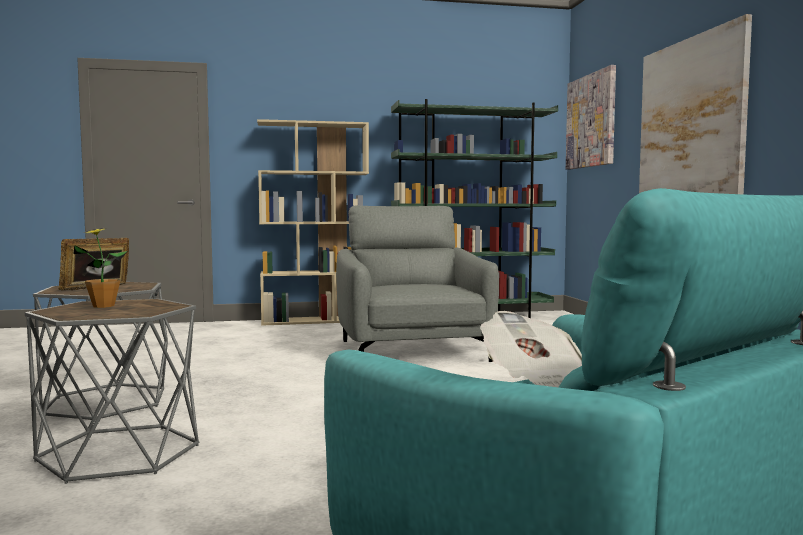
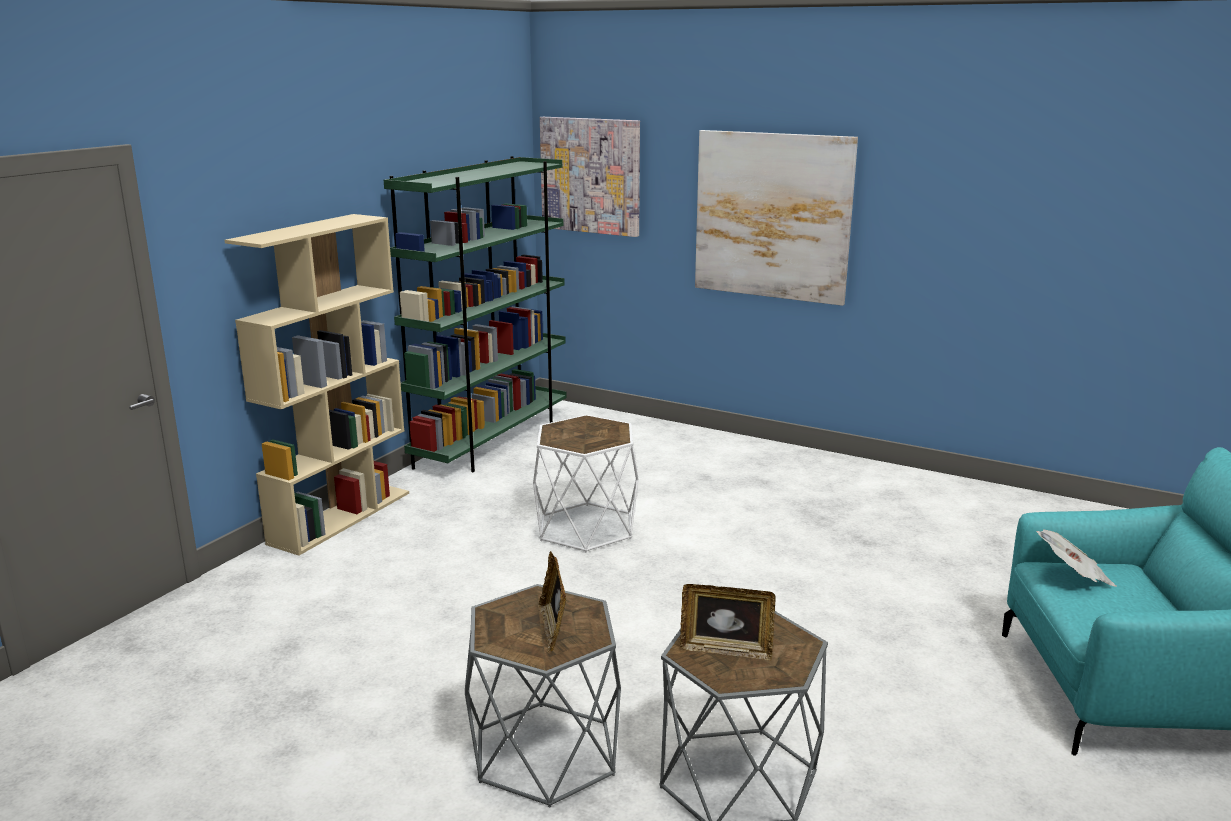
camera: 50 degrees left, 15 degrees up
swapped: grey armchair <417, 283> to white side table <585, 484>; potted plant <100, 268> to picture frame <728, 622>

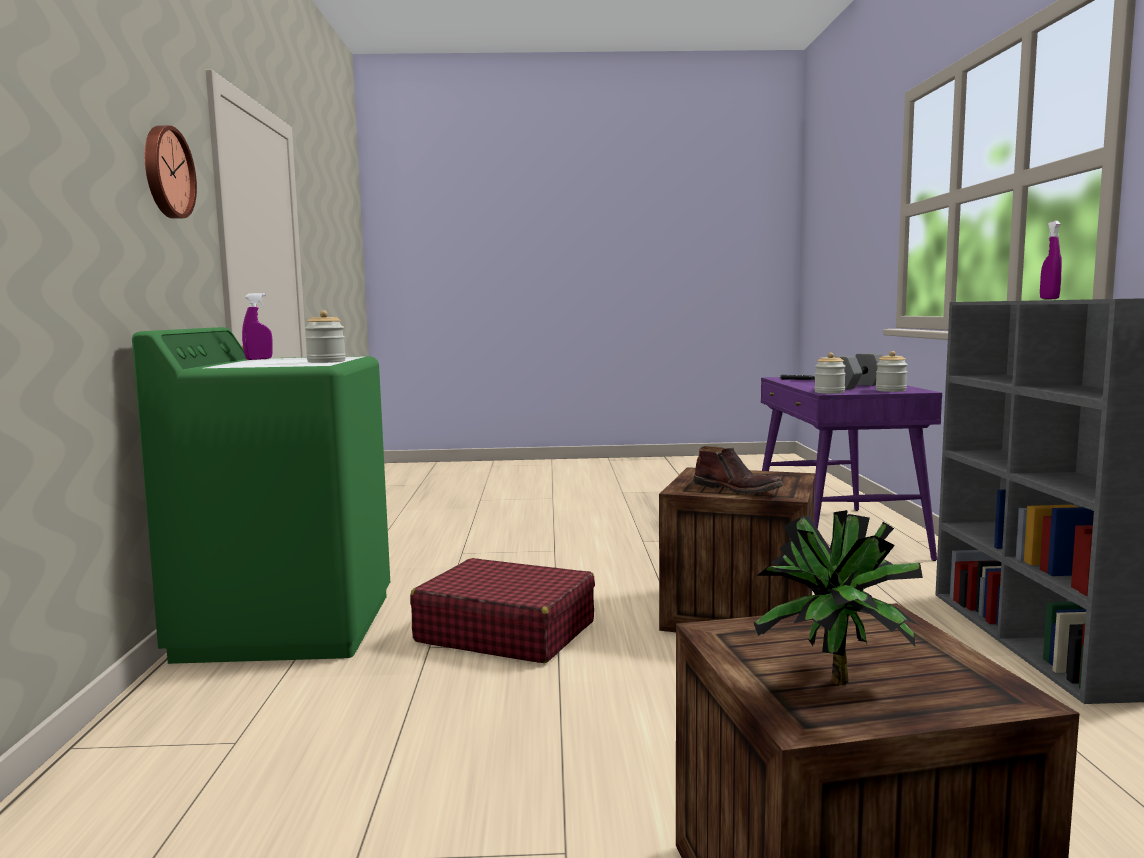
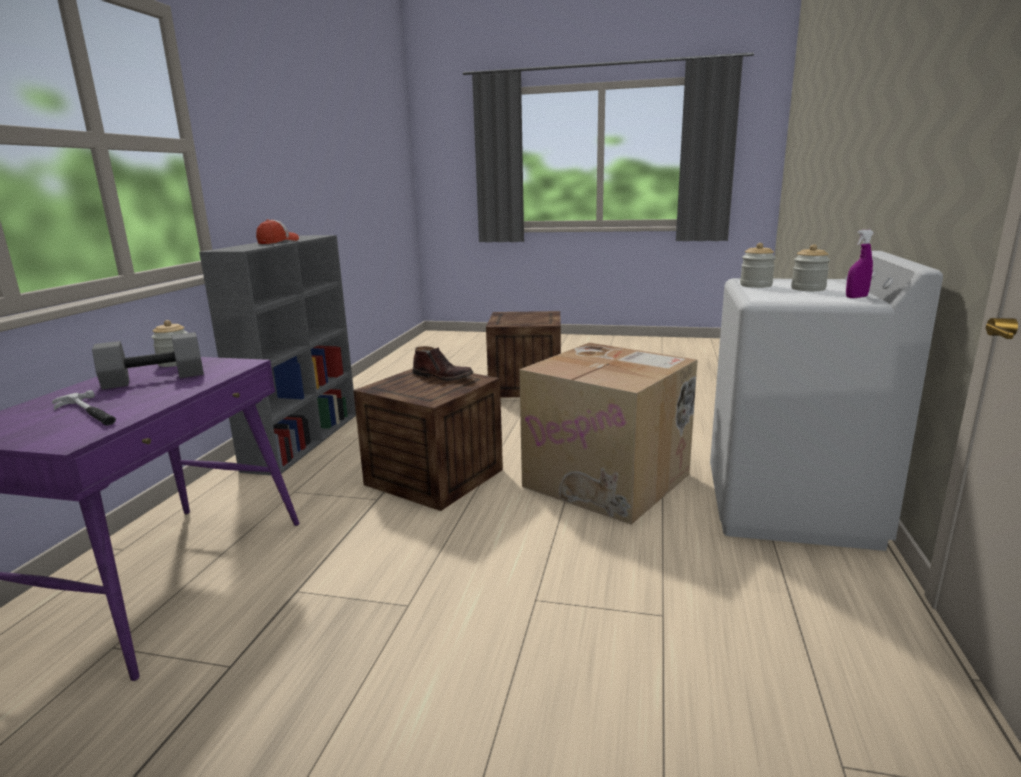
camera: 165 degrees left, 10 degrees up
gone: wall clock <171, 172>; potted plant <839, 597>
shifted: jar <830, 373> to <810, 267>
swapped: purple spray bottle <1051, 260> to cap <277, 231>; red suitcase <502, 610> to cardboard box <608, 434>
repainted: green washing machine <261, 495> to white washing machine <826, 401>
rotated: brown boot <738, 470> = <442, 363> 150 degrees clockwise

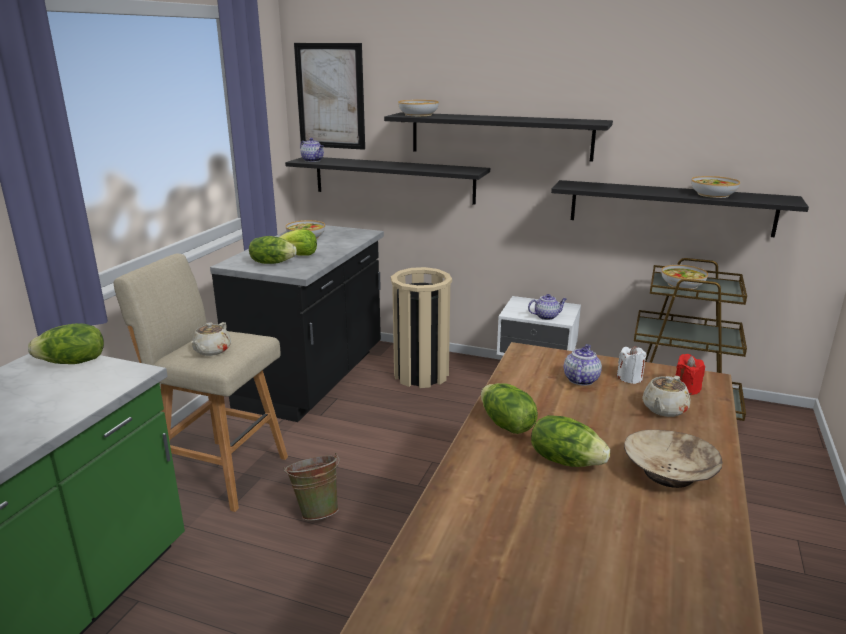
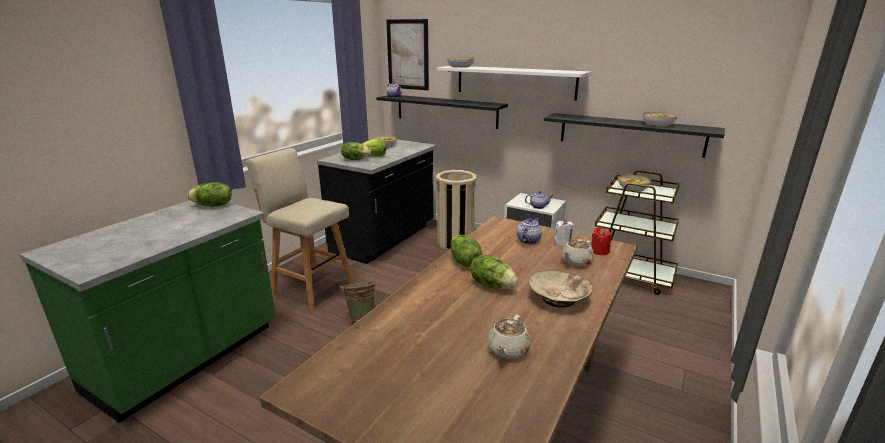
camera: 10 degrees right, 0 degrees up
shifted: beige teapot <211, 339> to <509, 337>
repainted: black shelf <498, 137> to white shelf <514, 83>

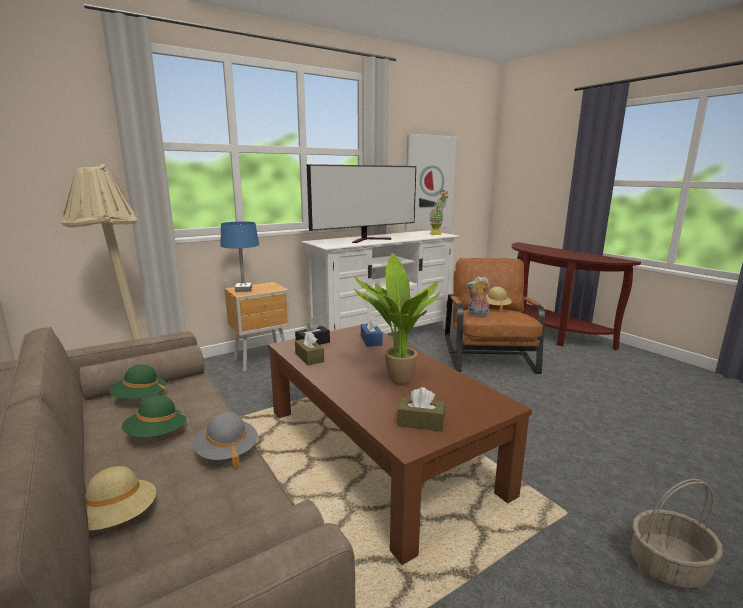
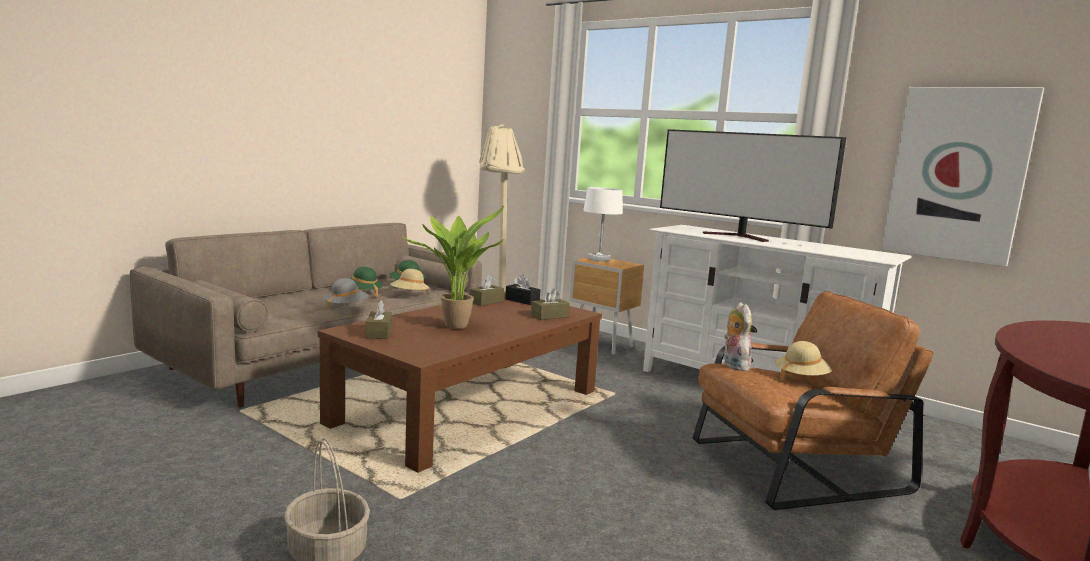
camera: 70 degrees right, 5 degrees down
gone: potted plant <439, 212>
shifted: beige hat <120, 498> to <410, 281>
repainted: blue table lamp <239, 256> to white table lamp <603, 224>; blue tissue box <372, 331> to brown tissue box <550, 304>

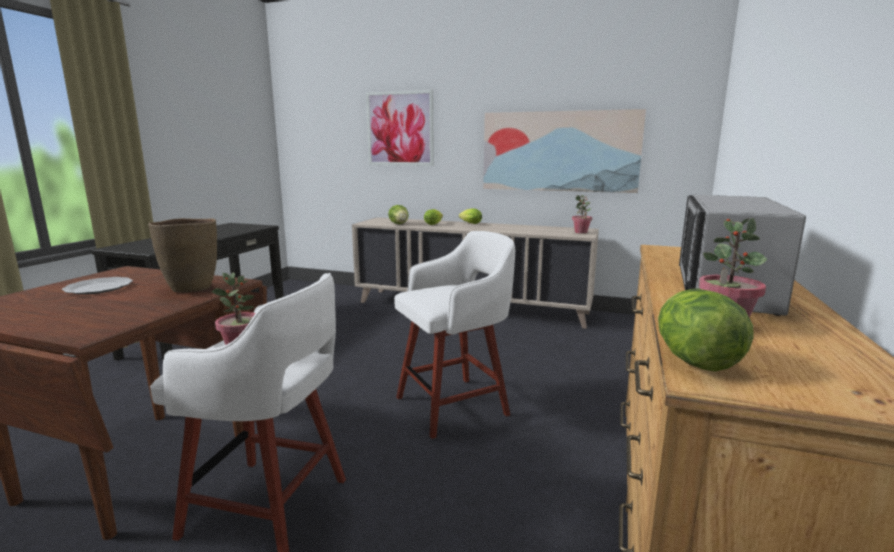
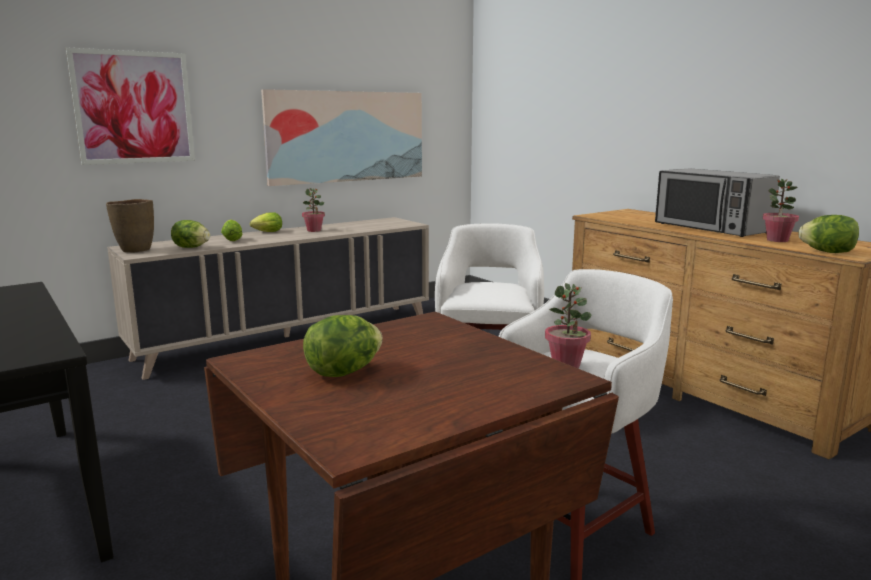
camera: 55 degrees left, 0 degrees up
shifted: potted plant <582, 214> to <313, 210>; brown vase <182, 255> to <130, 226>
swapped: plate <97, 286> to lettuce <343, 346>

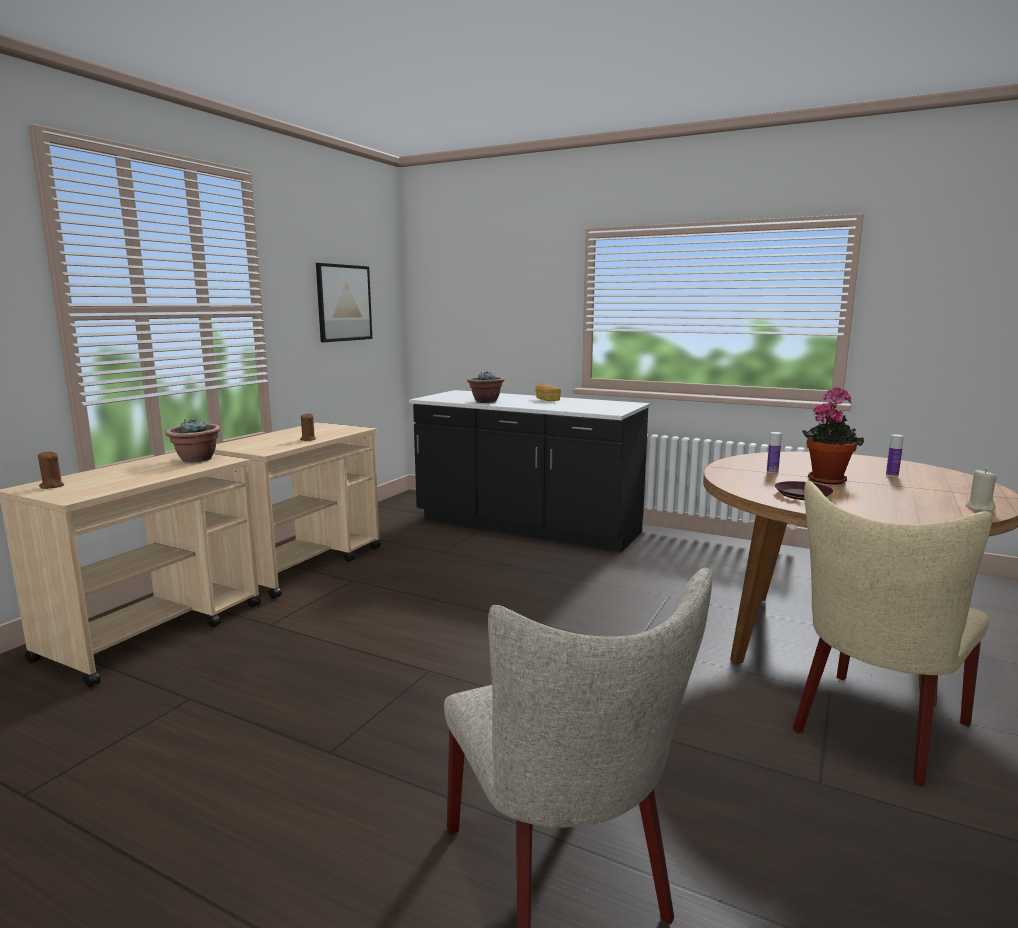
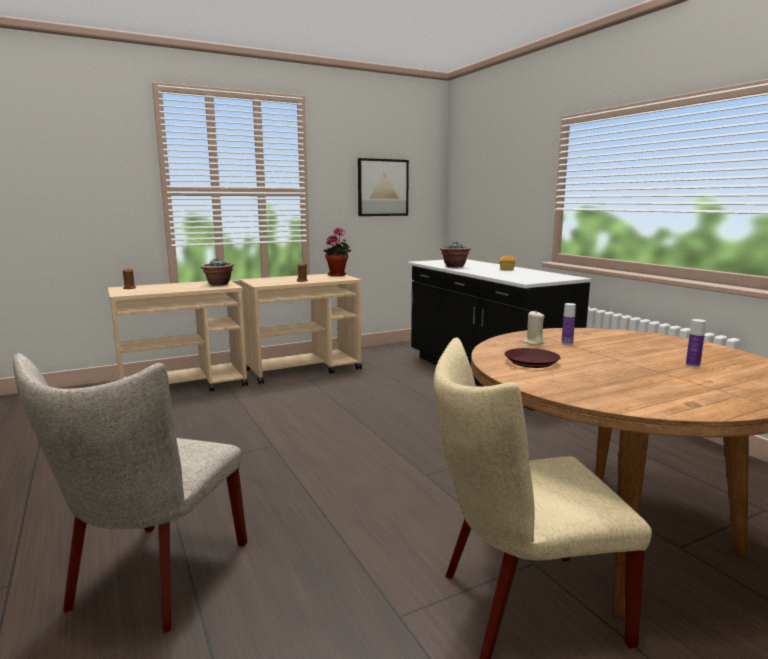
camera: 35 degrees right, 0 degrees up
shifted: potted plant <833, 436> to <337, 252>; beige candle <981, 490> to <534, 328>

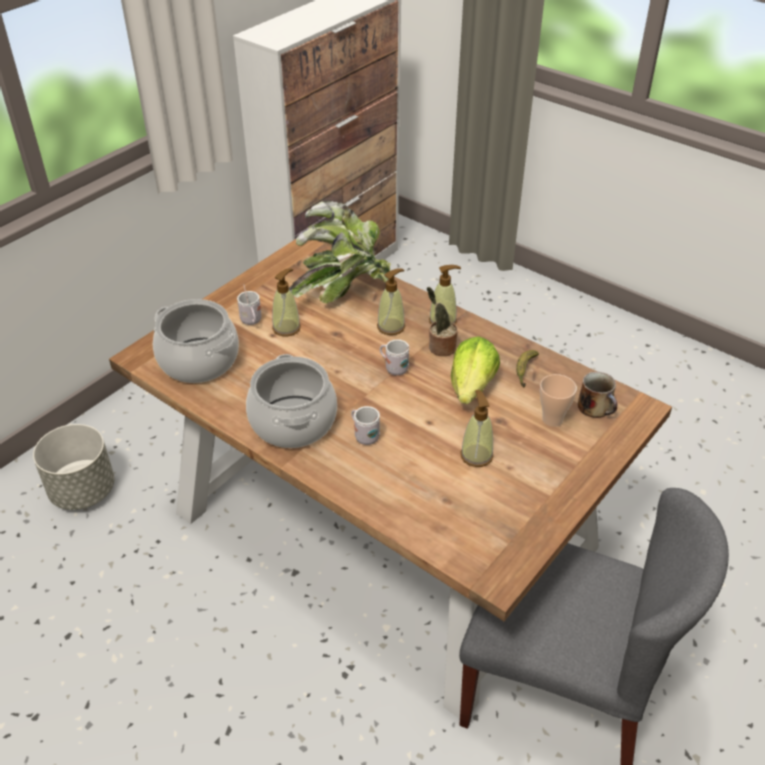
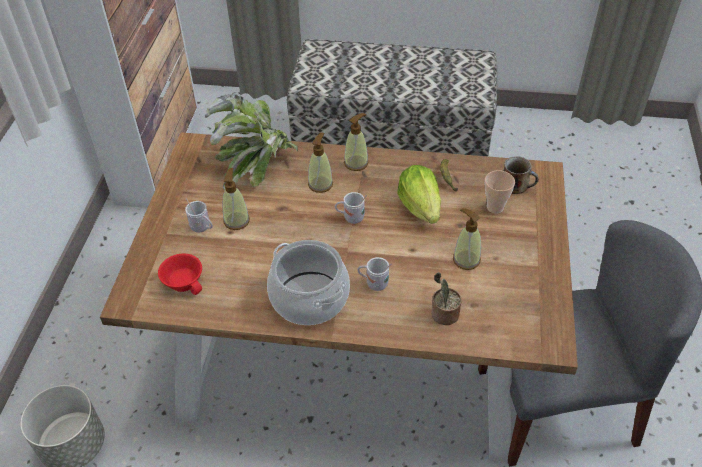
camera: 30 degrees left, 5 degrees up
new: bench <392, 97>
shifted: potted plant <442, 321> to <446, 298>
swapped: cooking pot <196, 341> to red cup <180, 274>

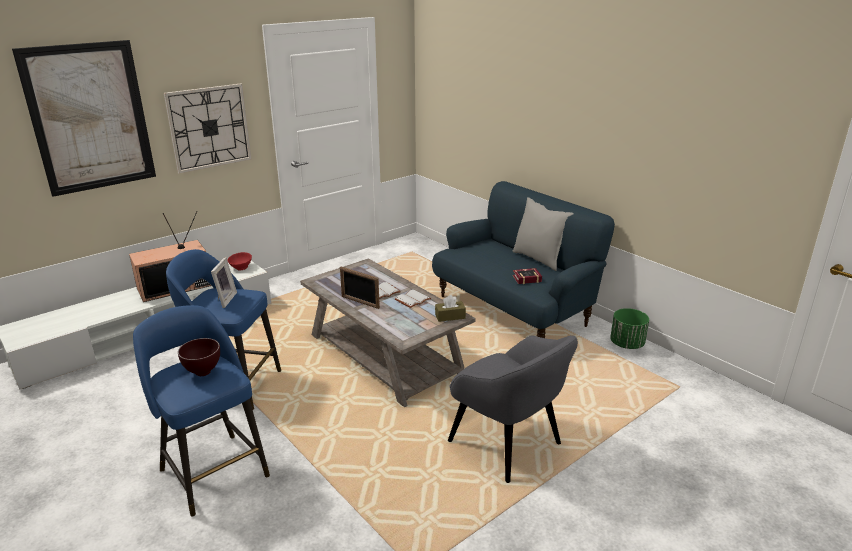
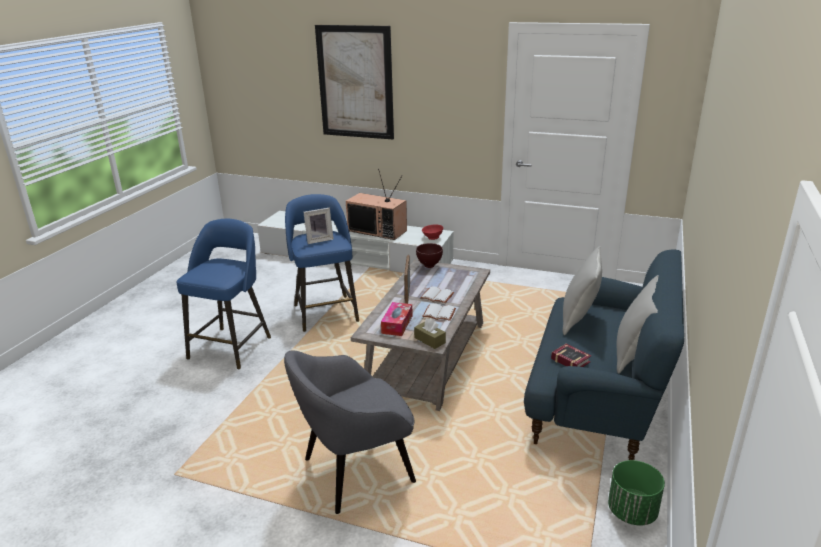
camera: 60 degrees right, 0 degrees up
gone: wall clock <208, 128>
new: grey pillow <582, 290>; tissue box <397, 319>
shifted: brown bowl <199, 357> to <429, 255>
rotated: grey armchair <513, 409> = <350, 432> 45 degrees clockwise

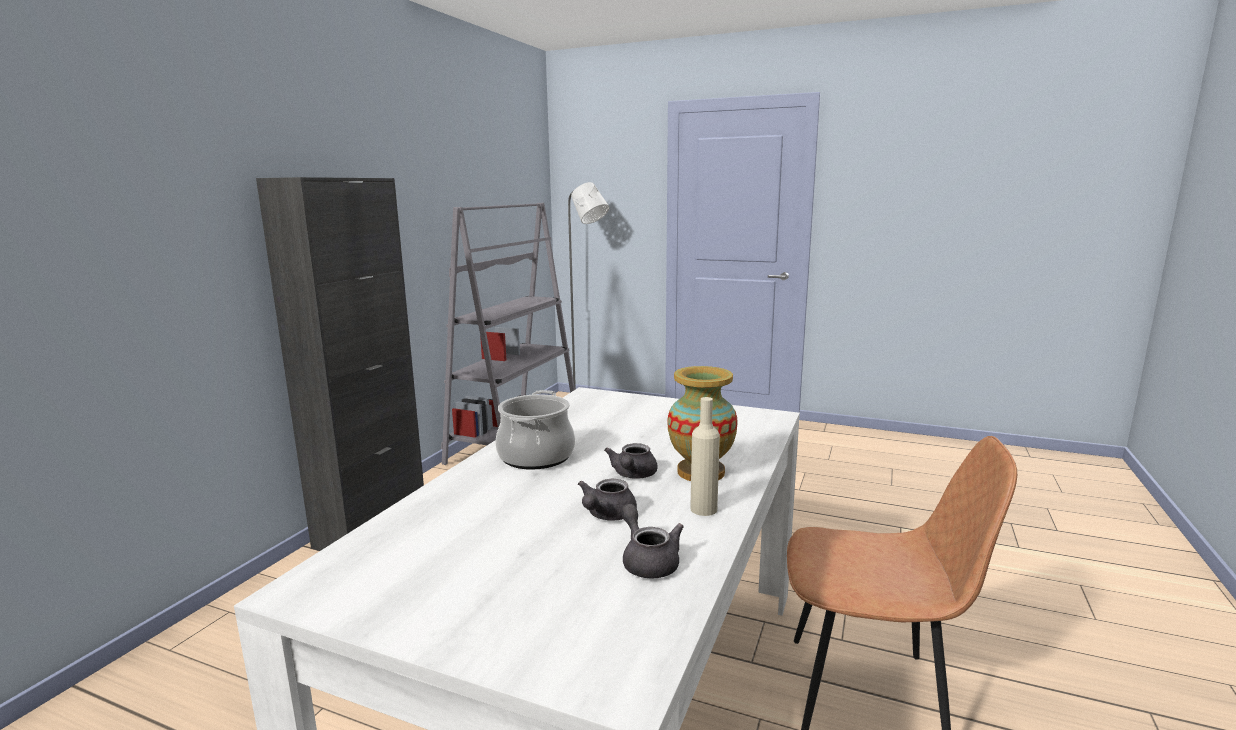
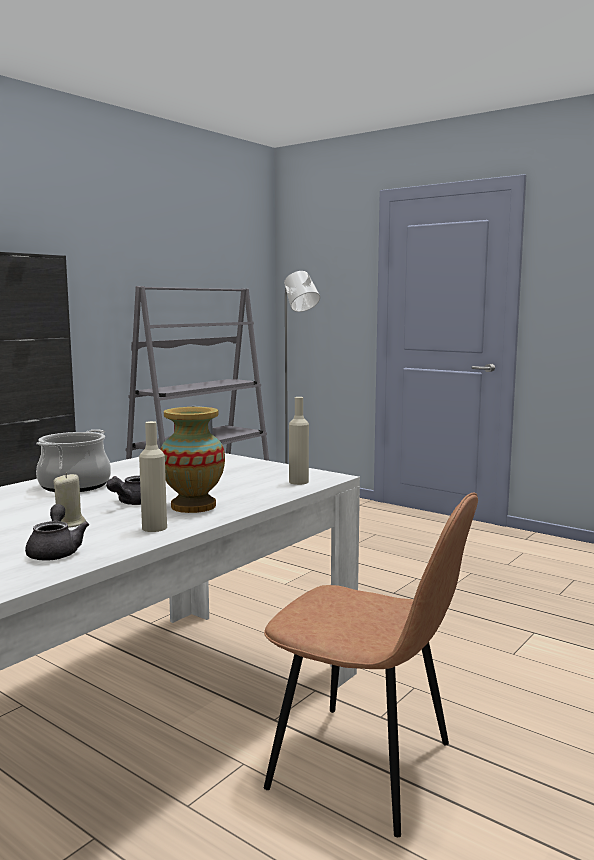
camera: 15 degrees right, 5 degrees down
new: beige bottle <299, 441>
swapped: grey teapot <607, 500> to beige candle <69, 500>

